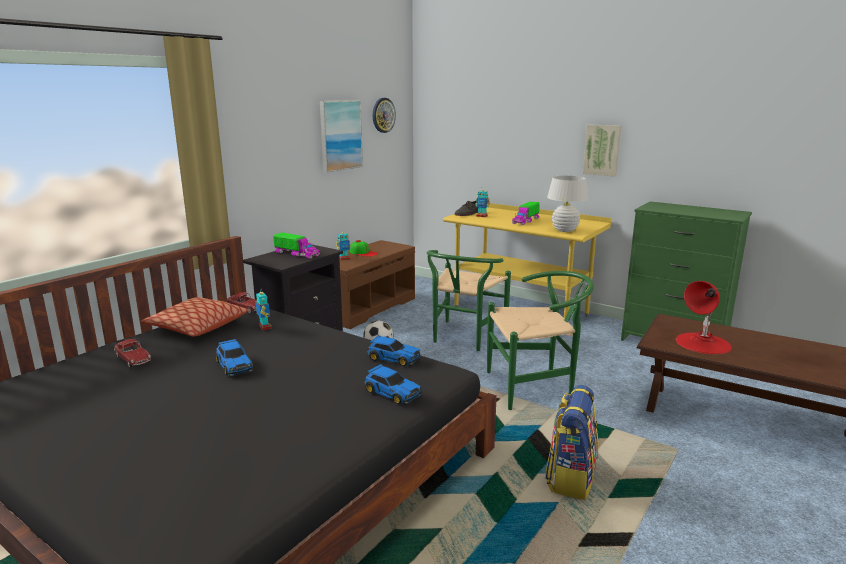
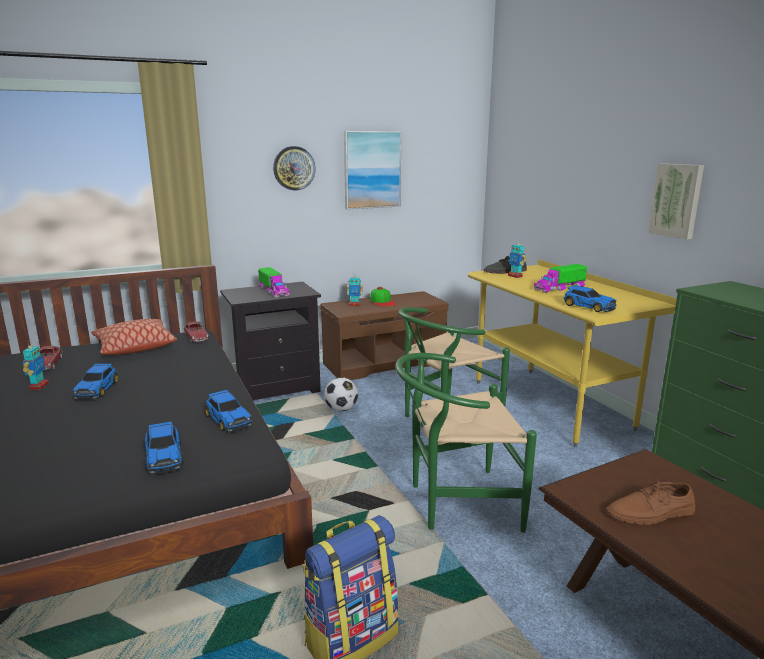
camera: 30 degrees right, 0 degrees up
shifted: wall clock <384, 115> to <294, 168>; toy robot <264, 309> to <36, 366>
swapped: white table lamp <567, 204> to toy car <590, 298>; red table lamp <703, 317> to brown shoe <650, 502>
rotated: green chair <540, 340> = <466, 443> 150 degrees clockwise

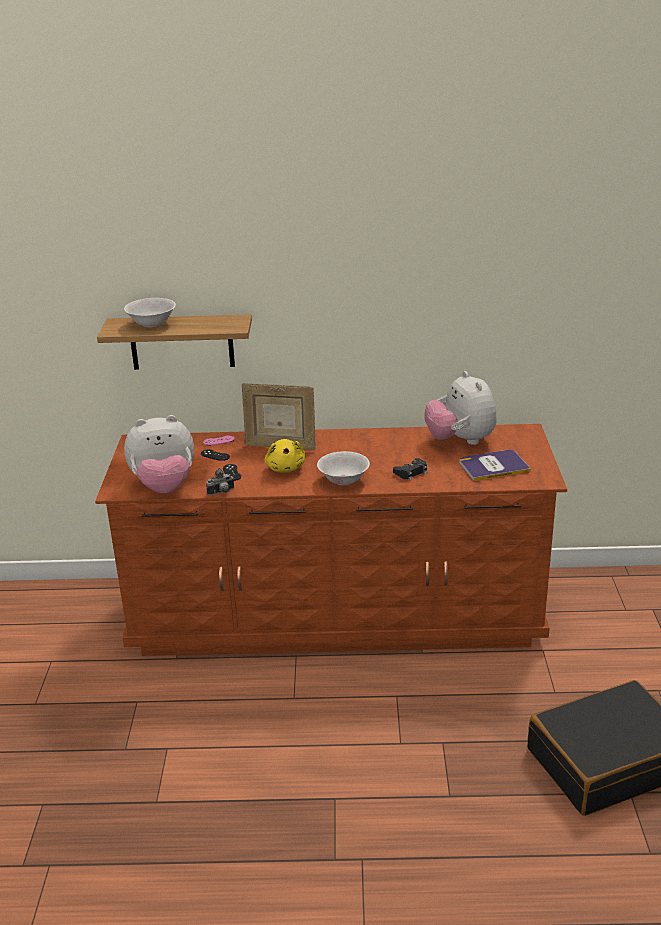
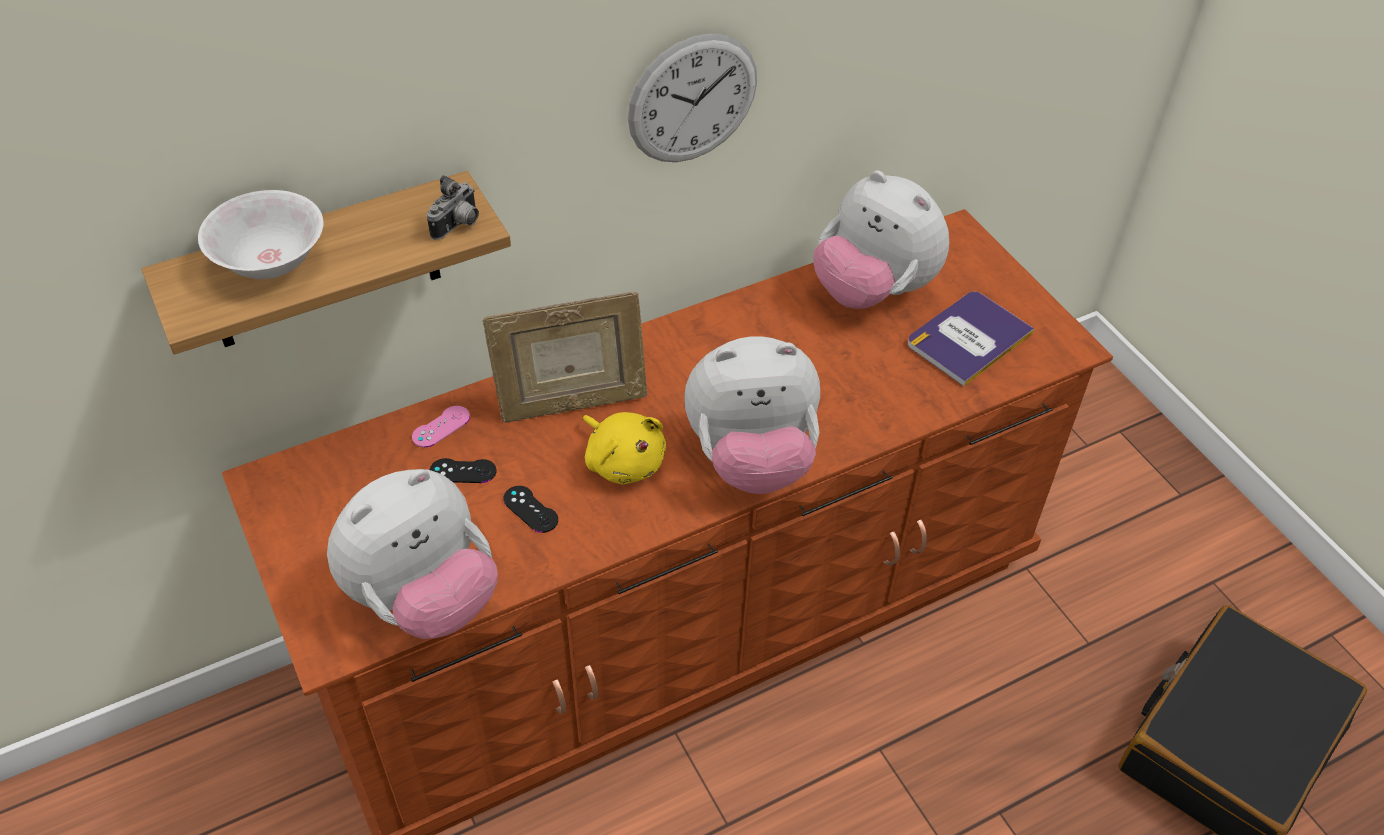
camera: 30 degrees left, 20 degrees up
gone: black game controller <410, 469>
new: wall clock <692, 97>
shifted: photo camera <220, 481> to <453, 207>
swapped: white bowl <343, 468> to plush toy <752, 415>

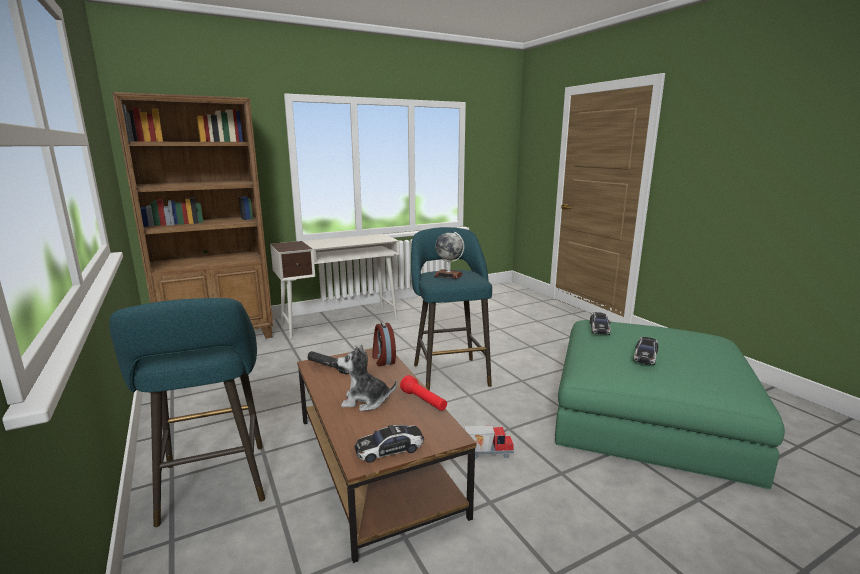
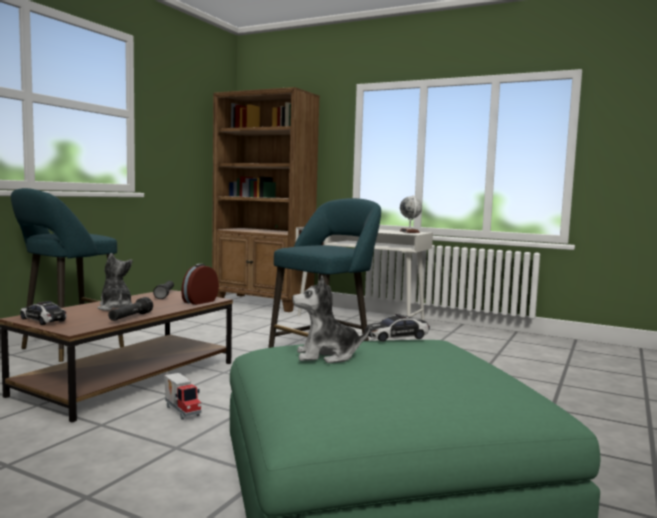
camera: 55 degrees right, 10 degrees down
shifted: globe <449, 255> to <411, 214>
swapped: toy car <645, 351> to plush toy <331, 319>
repainted: red flashlight <423, 393> to black flashlight <130, 309>

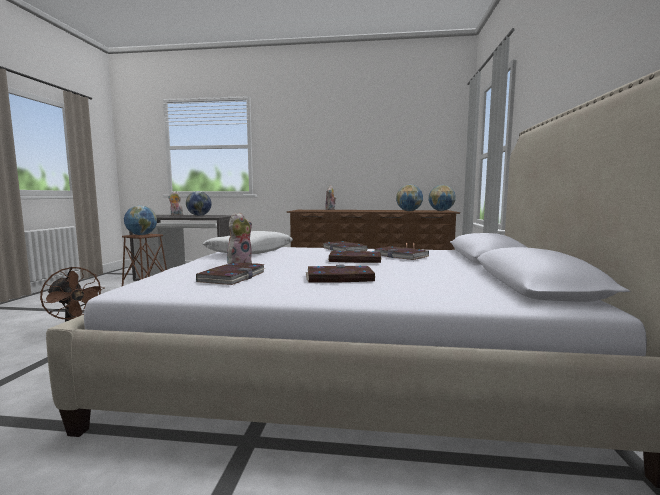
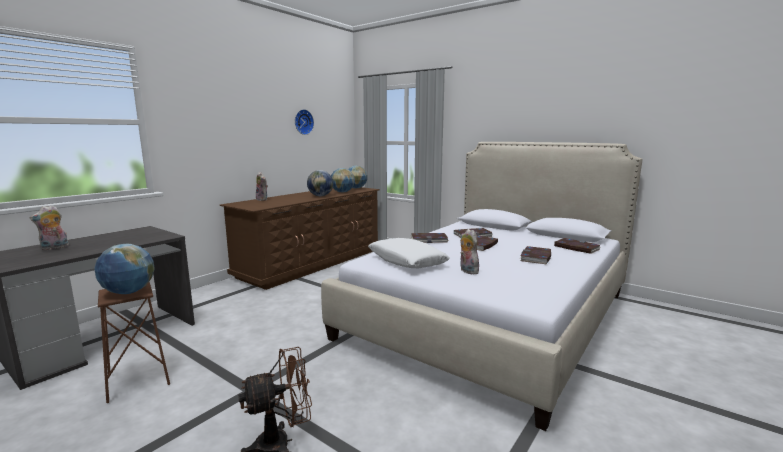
camera: 60 degrees left, 5 degrees up
new: wall clock <304, 122>
shifted: globe <199, 203> to <320, 183>; book <230, 273> to <577, 246>

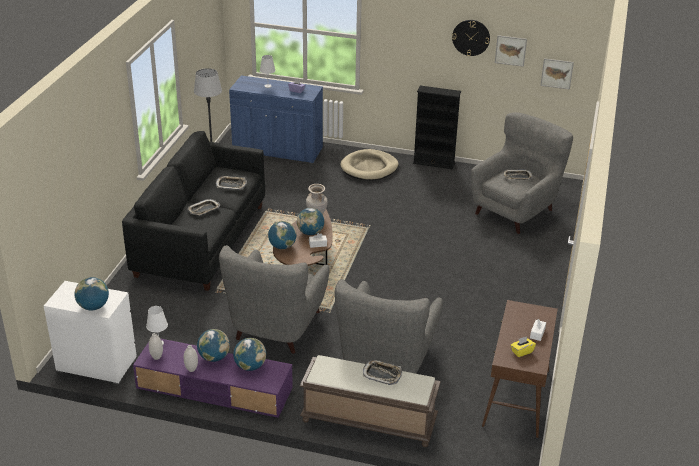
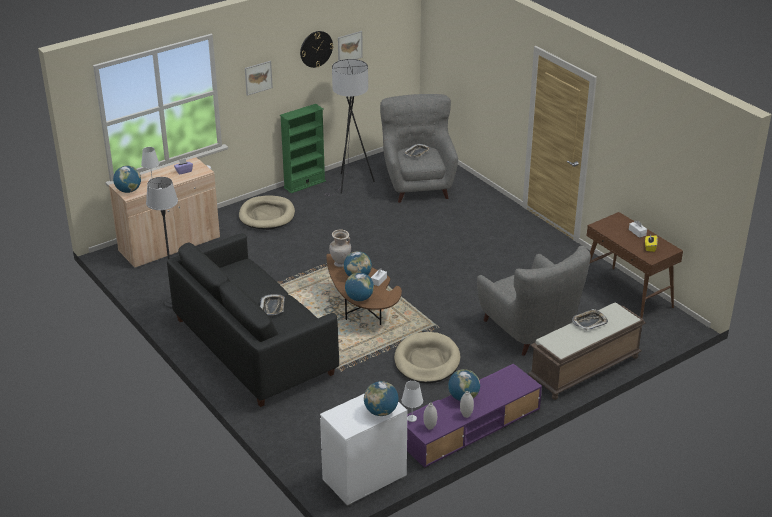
camera: 50 degrees left, 0 degrees up
gone: tray <231, 183>
new: grey floor lamp <350, 127>
shifted: picture <557, 73> to <259, 78>; globe <249, 354> to <127, 179>
swapped: grey armchair <274, 299> to beige dog bed <427, 357>
repainted: blue cabinet <276, 119> to beige cabinet <164, 212>; black bookcase <437, 127> to green bookcase <303, 148>

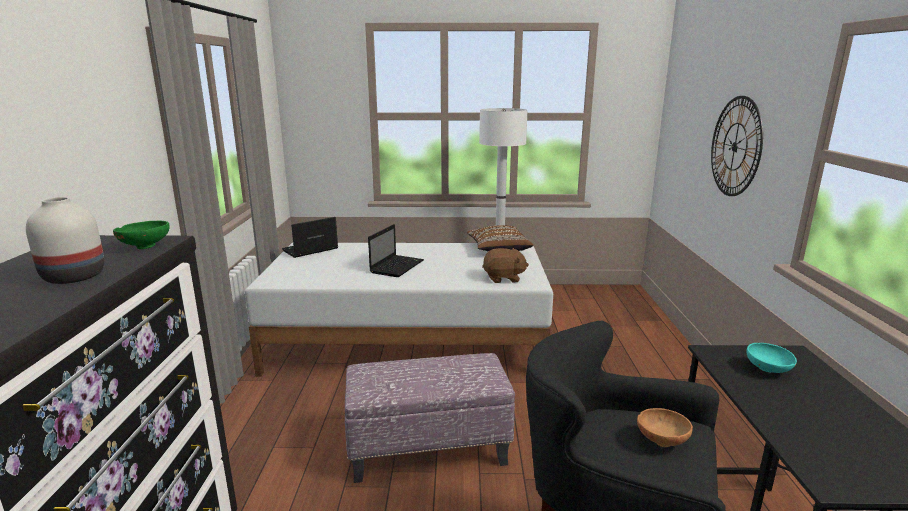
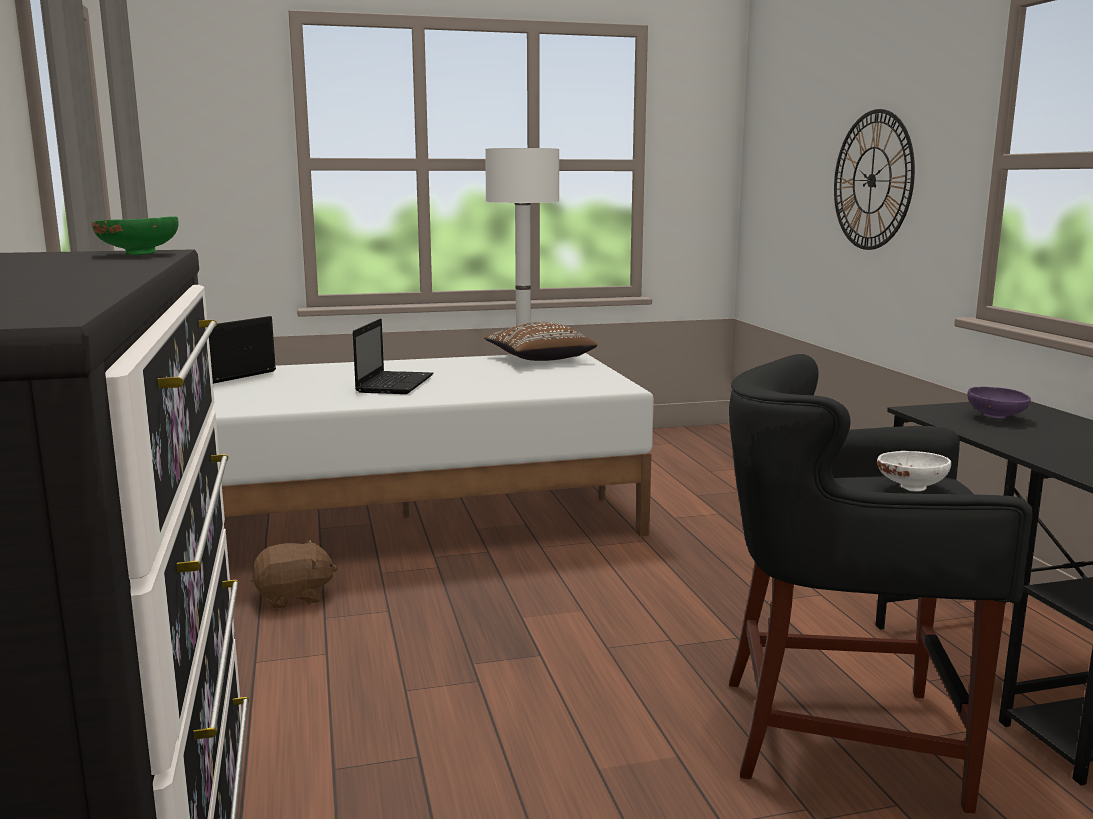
camera: 15 degrees left, 5 degrees down
gone: white vase <65, 240>; ottoman <430, 418>
shifted: brown plush toy <505, 265> to <294, 574>
repainted: turquoise bowl <771, 358> to purple bowl <999, 403>; brown bowl <665, 427> to white bowl <914, 471>

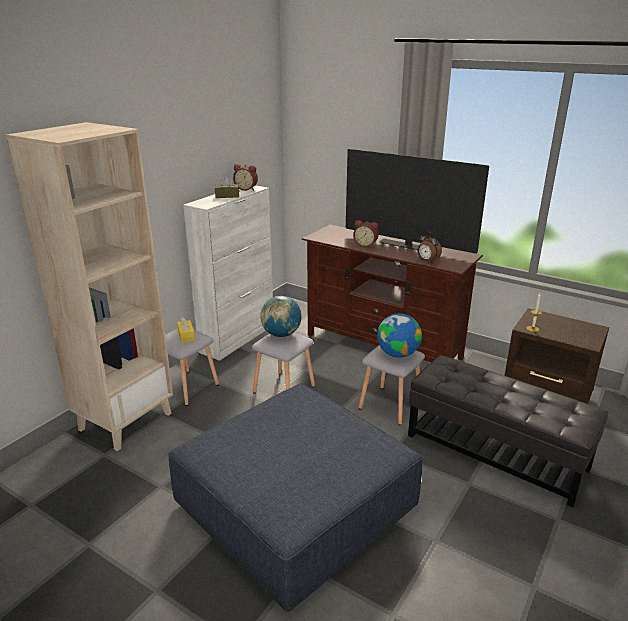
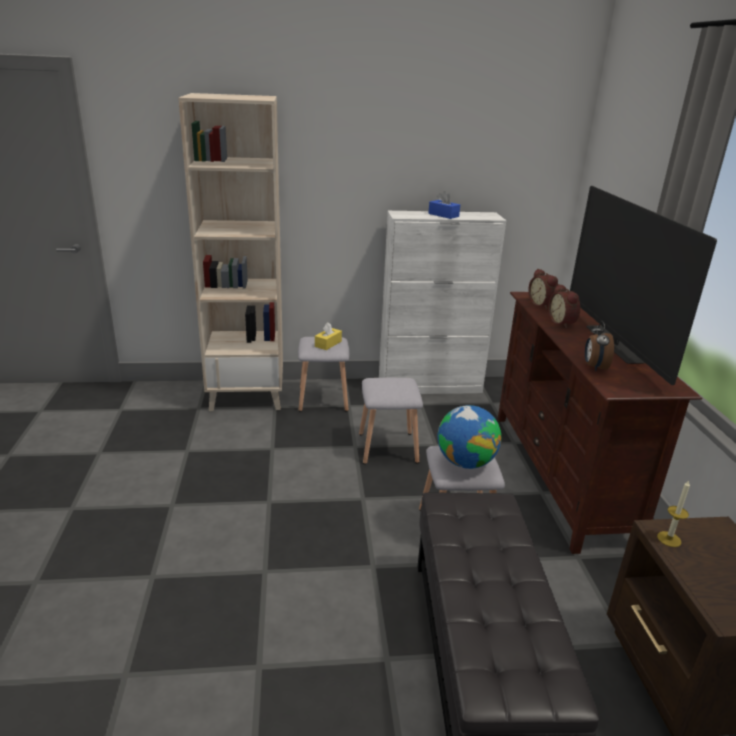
camera: 50 degrees right, 0 degrees up
gone: globe <281, 316>; blue ottoman <295, 498>
shifted: alarm clock <245, 177> to <543, 289>
repainted: brown tissue box <227, 187> to blue tissue box <444, 205>

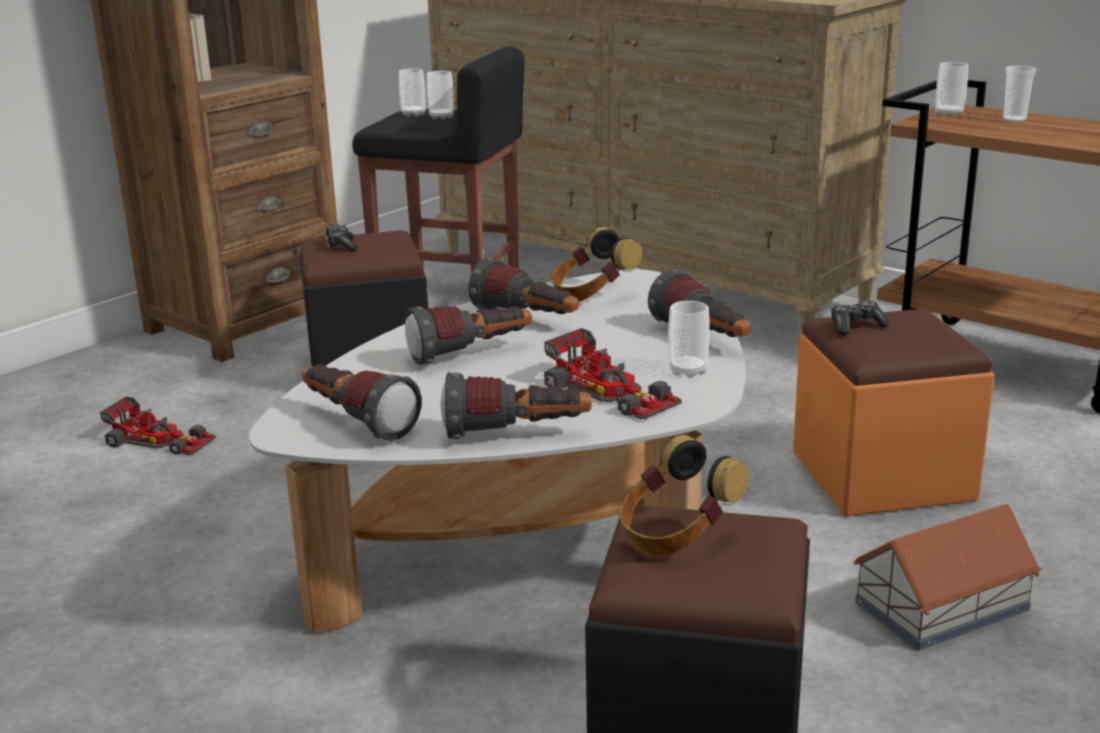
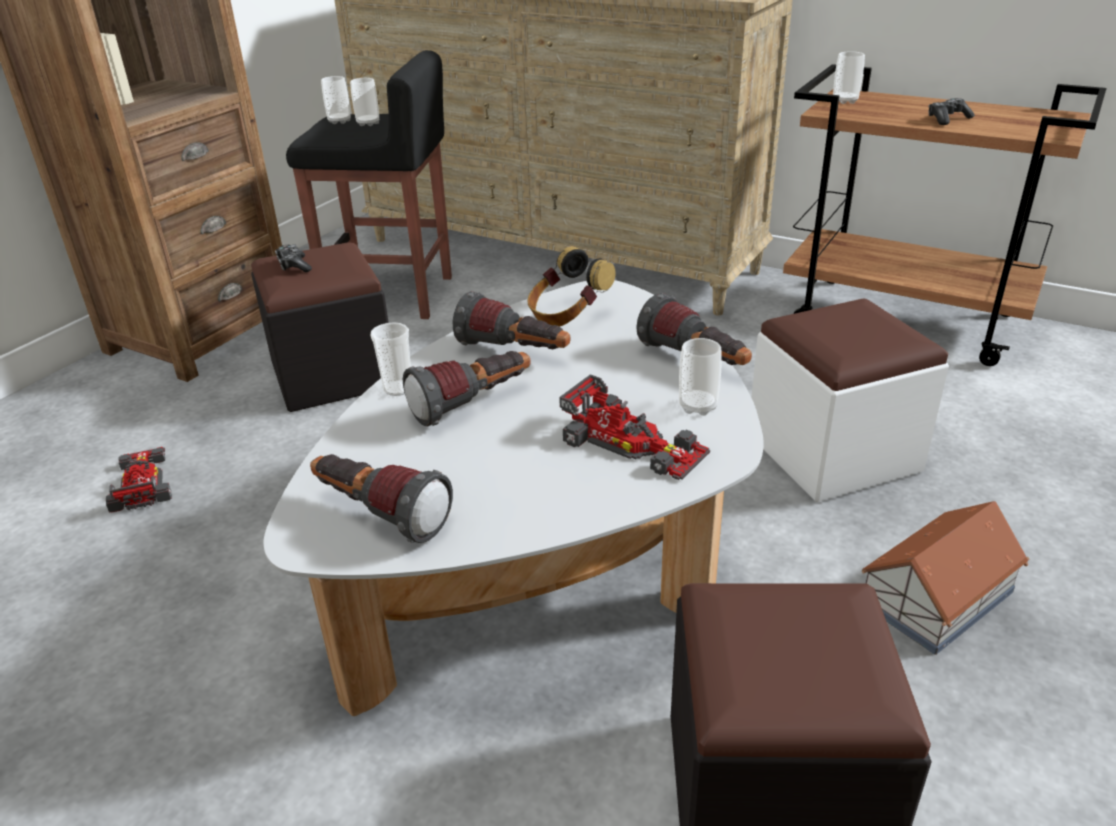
camera: 10 degrees left, 10 degrees up
gone: flashlight <516, 406>; headphones <684, 495>
shifted: cup <1019, 94> to <390, 359>; game controller <860, 318> to <951, 111>
repainted: orange ottoman <893, 412> to white ottoman <850, 400>
rotated: toy car <158, 426> = <139, 480> 120 degrees counterclockwise

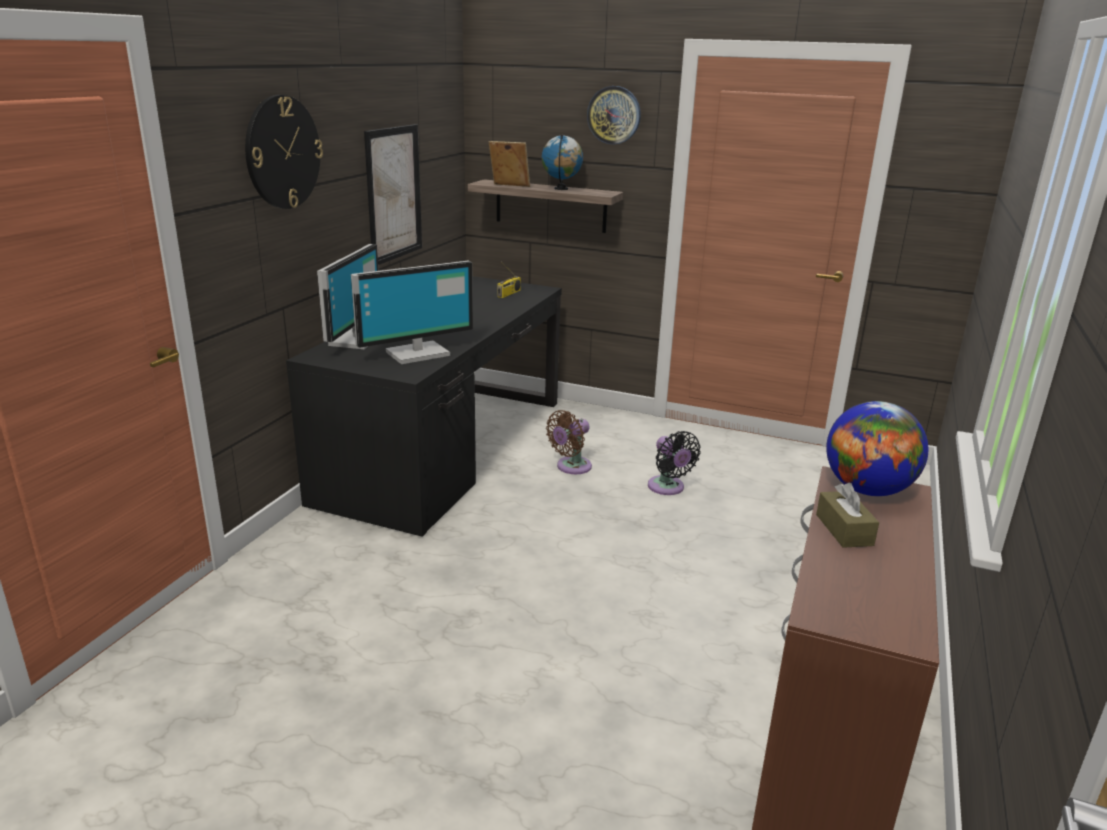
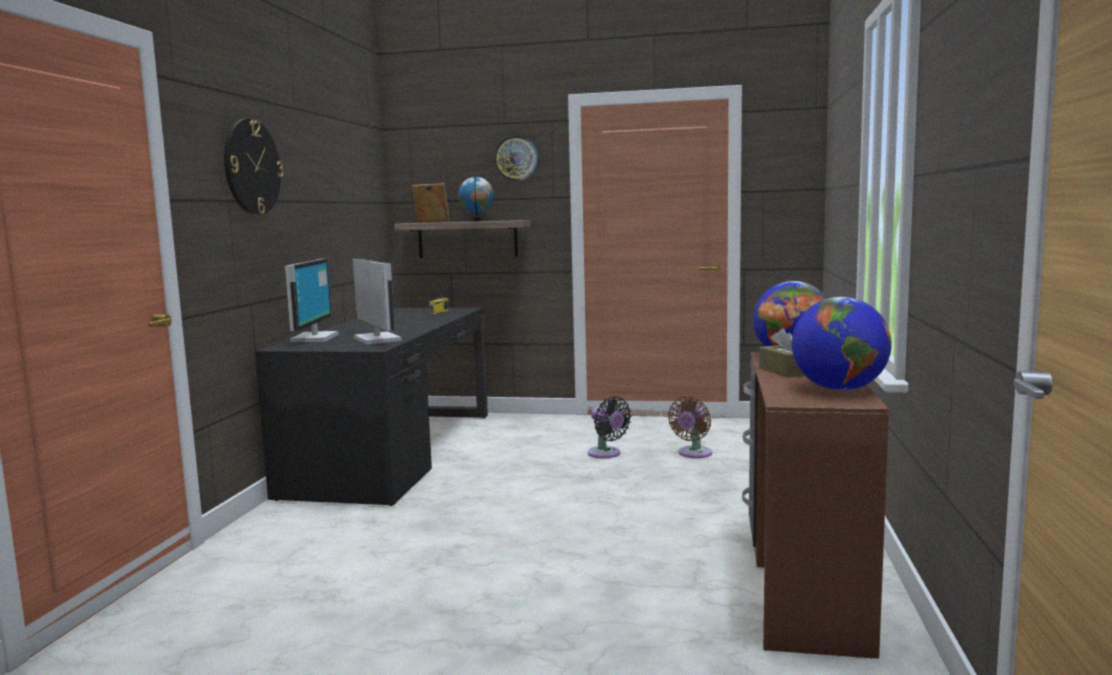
camera: 10 degrees left, 15 degrees down
gone: picture <393, 194>
new: globe <842, 344>
shifted: brown fan <569, 442> to <690, 427>
rotated: monitor <412, 312> = <377, 301> 75 degrees counterclockwise

